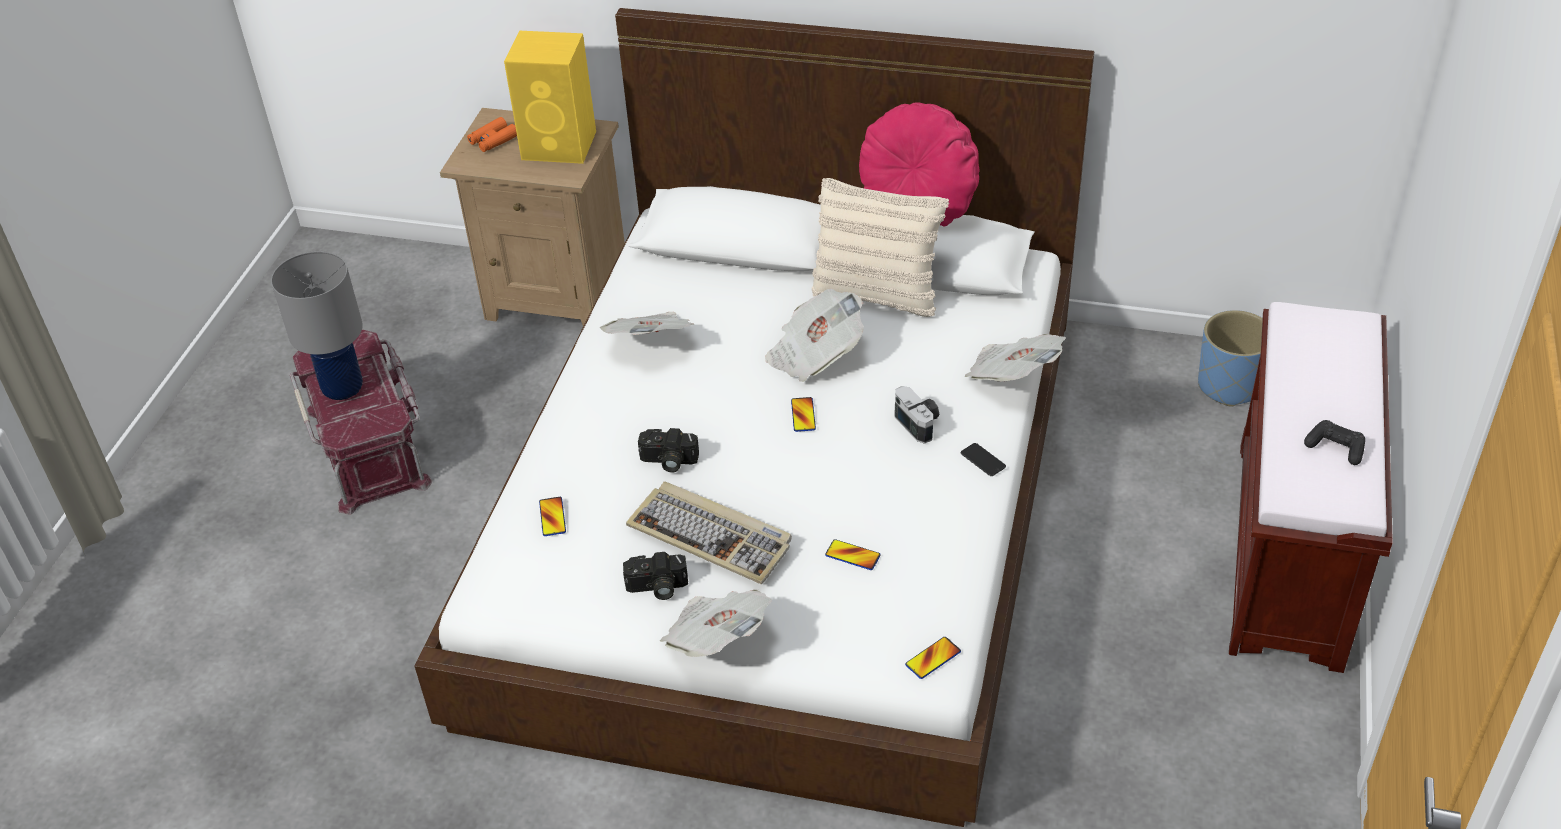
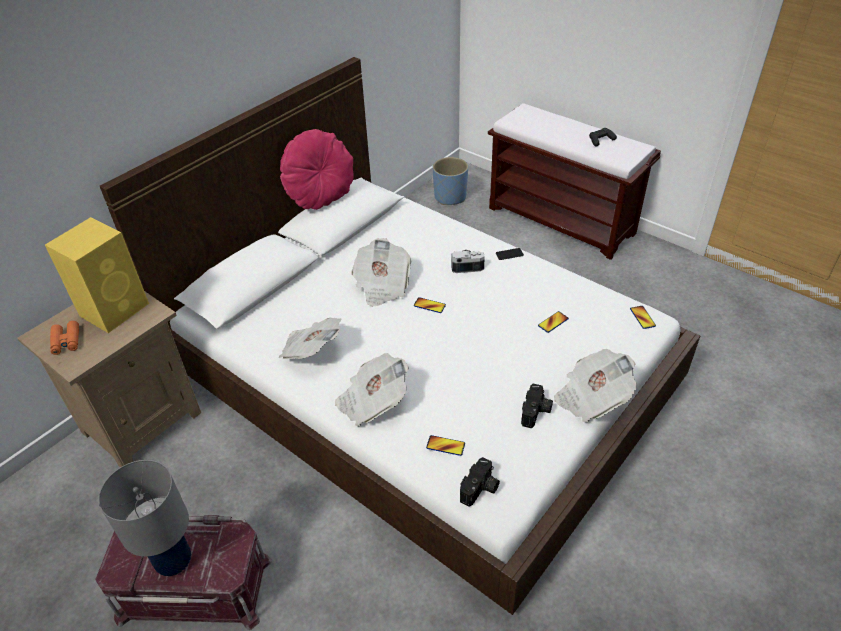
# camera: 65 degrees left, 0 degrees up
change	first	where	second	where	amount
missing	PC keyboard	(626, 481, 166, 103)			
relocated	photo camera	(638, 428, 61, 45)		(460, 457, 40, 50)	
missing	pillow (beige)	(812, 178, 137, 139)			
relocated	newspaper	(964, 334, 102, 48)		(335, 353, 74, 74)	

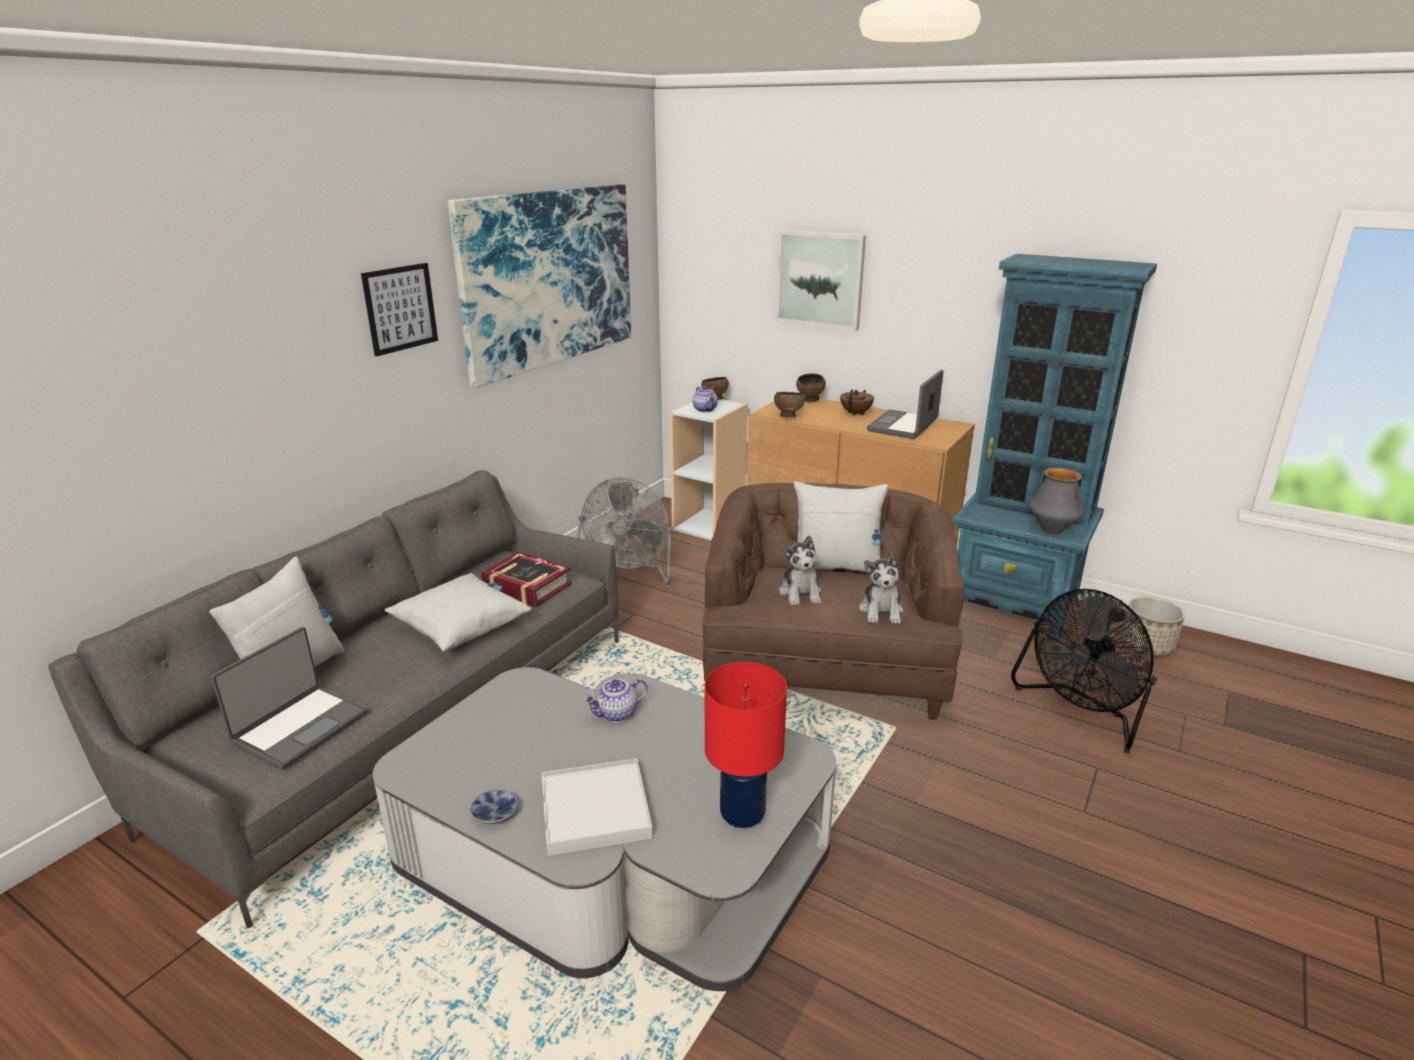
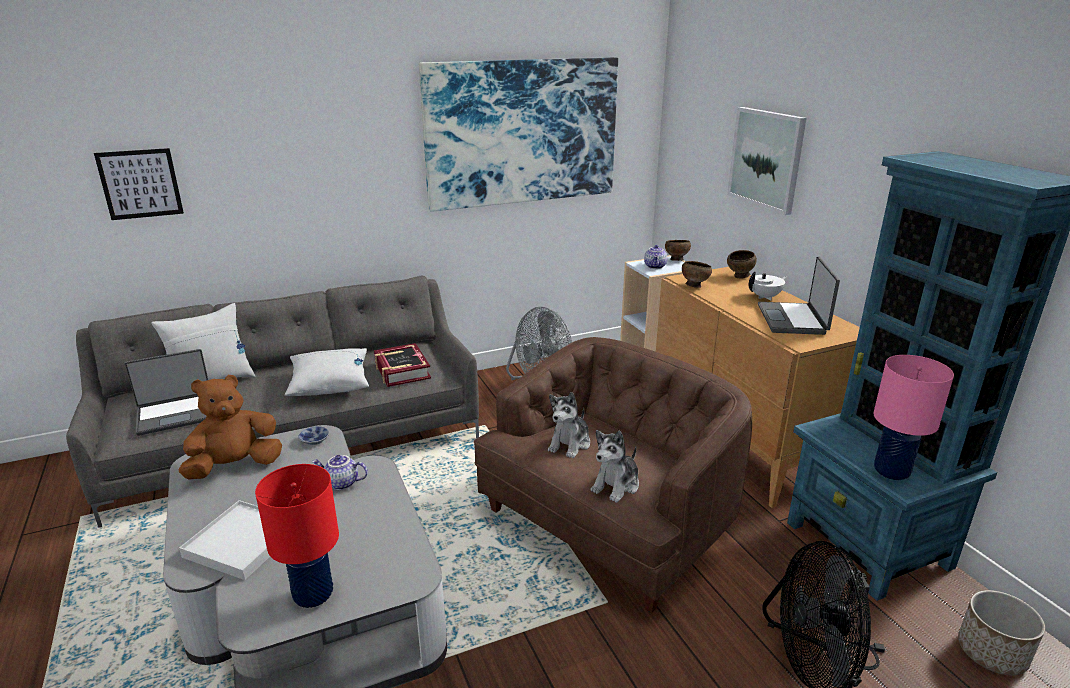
# camera: 35 degrees right, 0 degrees up
change	first	where	second	where	amount
relocated	wall art	(361, 263, 77, 93)		(94, 148, 90, 72)	
relocated	deep dish	(470, 789, 48, 35)		(298, 426, 31, 19)	
missing	pillow (grey)	(794, 481, 94, 91)			
colour	tea pot (brown-coloured)	(840, 389, 34, 27)	tea pot (white-coloured)	(749, 272, 38, 28)	
spun	notebook computer	(867, 370, 77, 69)		(758, 256, 82, 79)	60 degrees counterclockwise
exchanged	decorative vase	(1029, 468, 56, 66)	tabletop lamp (pink-coloured)	(873, 355, 81, 125)	
appeared			plush toy (brown-coloured)	(178, 375, 104, 104)	

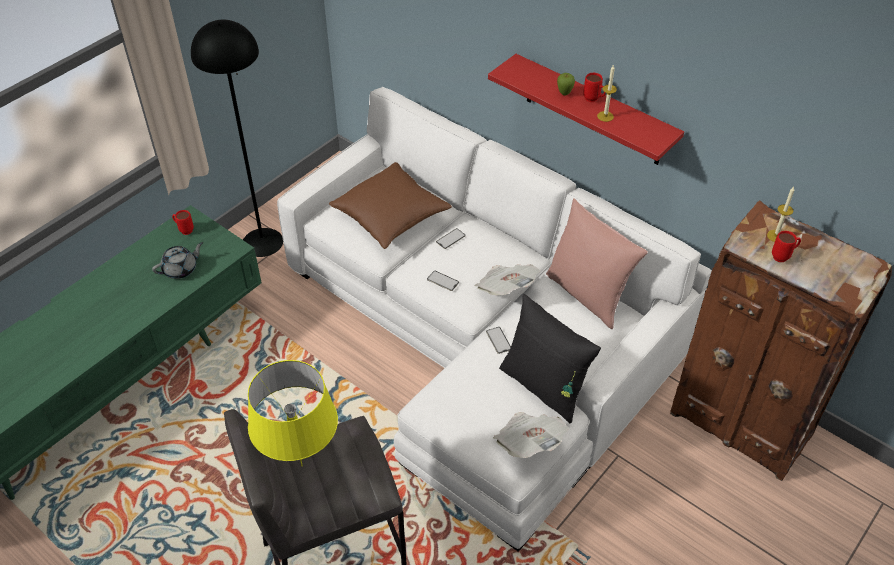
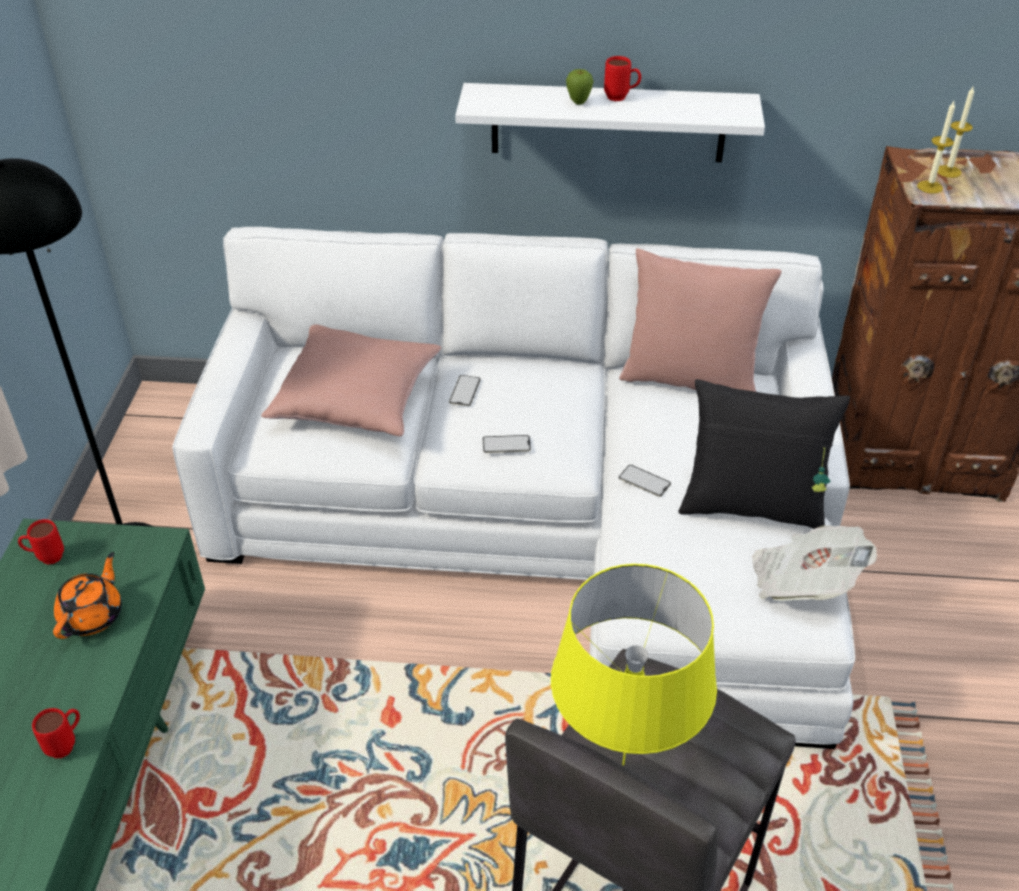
# camera: 35 degrees left, 5 degrees down
change	first	where	second	where	amount
colour	tea pot (grey)	(152, 242, 51, 37)	tea pot (orange)	(53, 552, 69, 87)	
colour	pillow (brown-coloured)	(329, 162, 123, 87)	pillow (pink-coloured)	(261, 324, 180, 113)	
missing	newspaper	(474, 264, 67, 31)			
colour	shelf (reddish)	(488, 54, 196, 111)	shelf (white-coloured)	(455, 83, 310, 79)	
relocated	candle	(597, 64, 20, 58)		(917, 101, 38, 93)	
relocated	mug (reddish)	(772, 231, 29, 31)		(32, 708, 48, 50)	

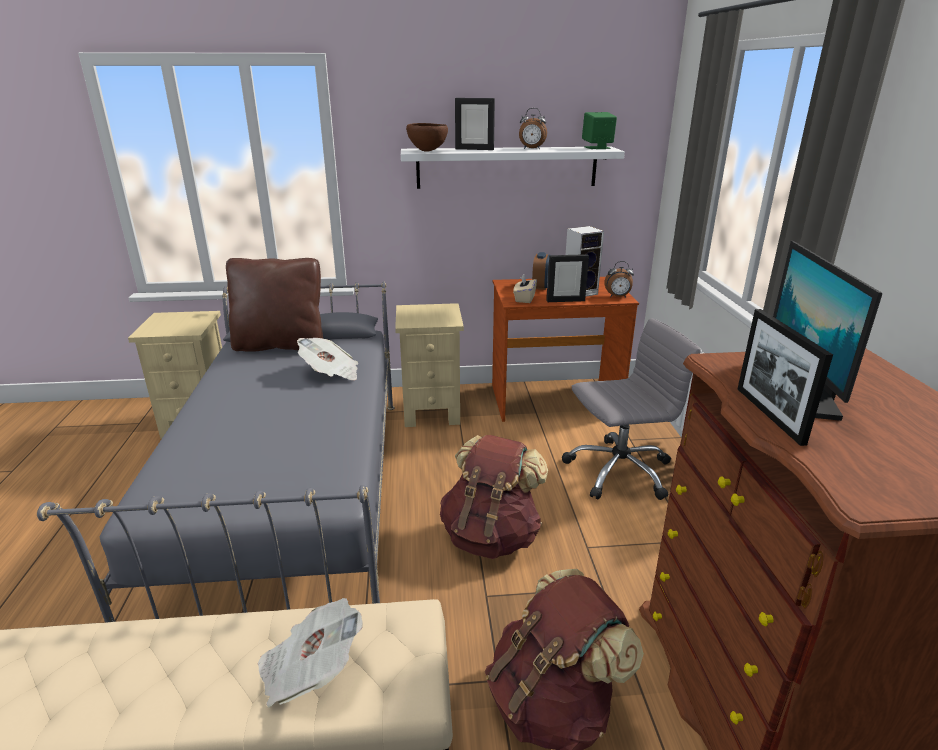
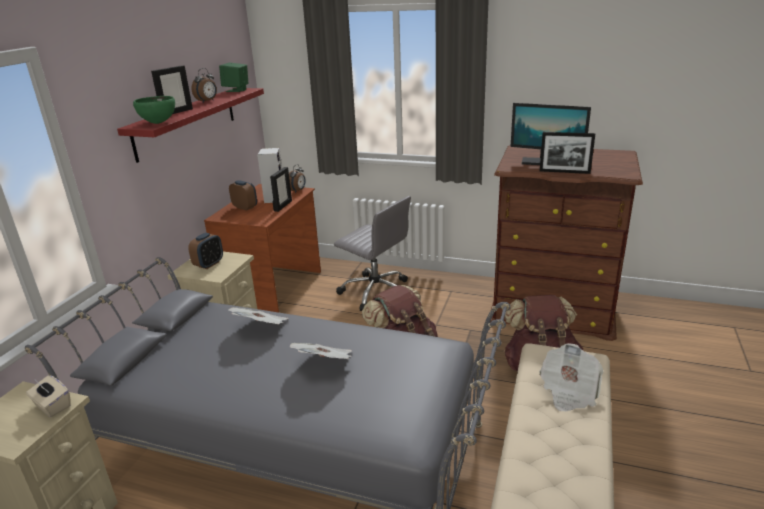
# camera: 65 degrees left, 0 degrees up
change	first	where	second	where	amount
missing	pillow (brown-coloured)	(226, 258, 97, 93)			
colour	shelf (white-coloured)	(401, 147, 224, 42)	shelf (reddish)	(117, 88, 147, 75)	
colour	deep dish (brown-coloured)	(406, 123, 42, 29)	deep dish (green-coloured)	(133, 96, 42, 28)	
relocated	tissue holder (beige)	(513, 274, 24, 29)		(26, 375, 45, 42)	
spun	computer chair (grey)	(562, 318, 139, 182)		(334, 196, 77, 115)	120 degrees clockwise
appeared			alarm clock	(188, 233, 35, 36)	
appeared			newspaper	(290, 343, 62, 16)	

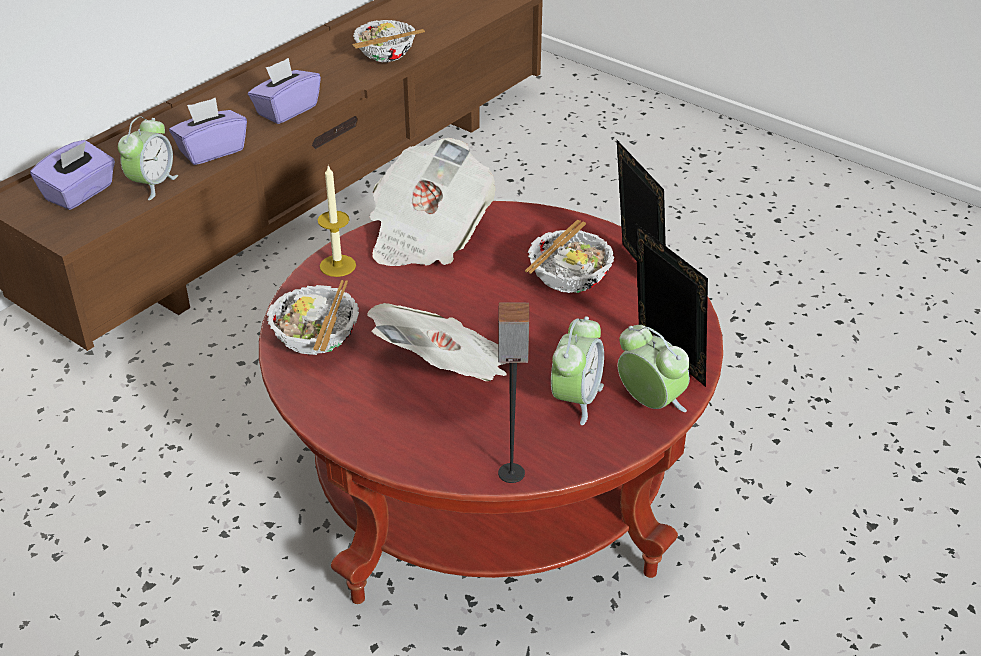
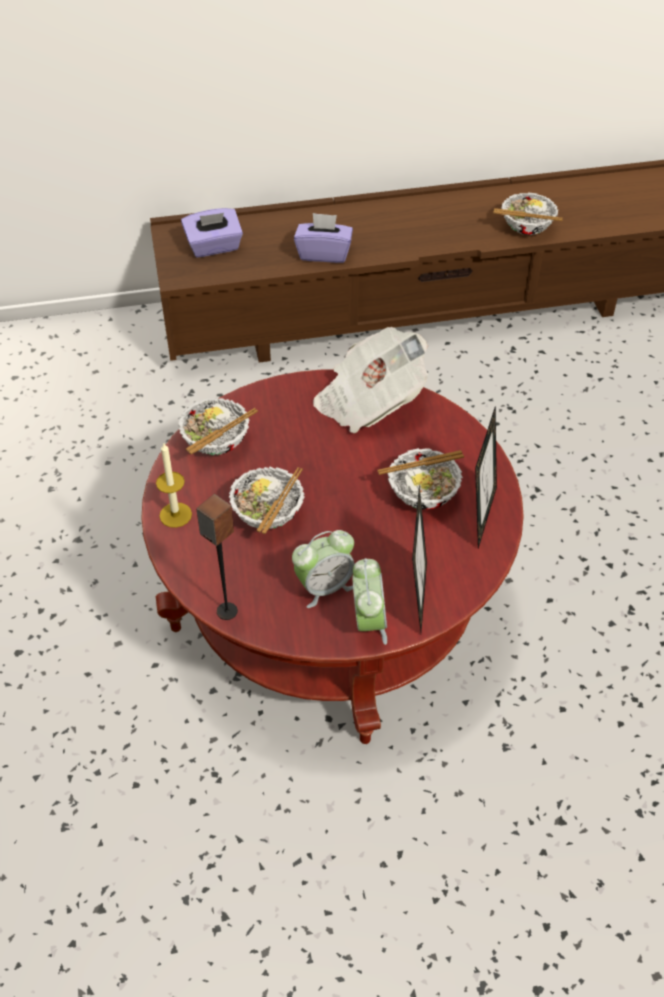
# camera: 40 degrees right, 10 degrees up
change	first	where	second	where	amount
missing	alarm clock	(118, 117, 60, 83)			
missing	tissue holder (purple)	(248, 58, 73, 66)			
relocated	candle	(318, 165, 38, 112)		(156, 442, 36, 86)	
exchanged	newspaper	(367, 303, 140, 78)	deep dish	(229, 467, 75, 67)	

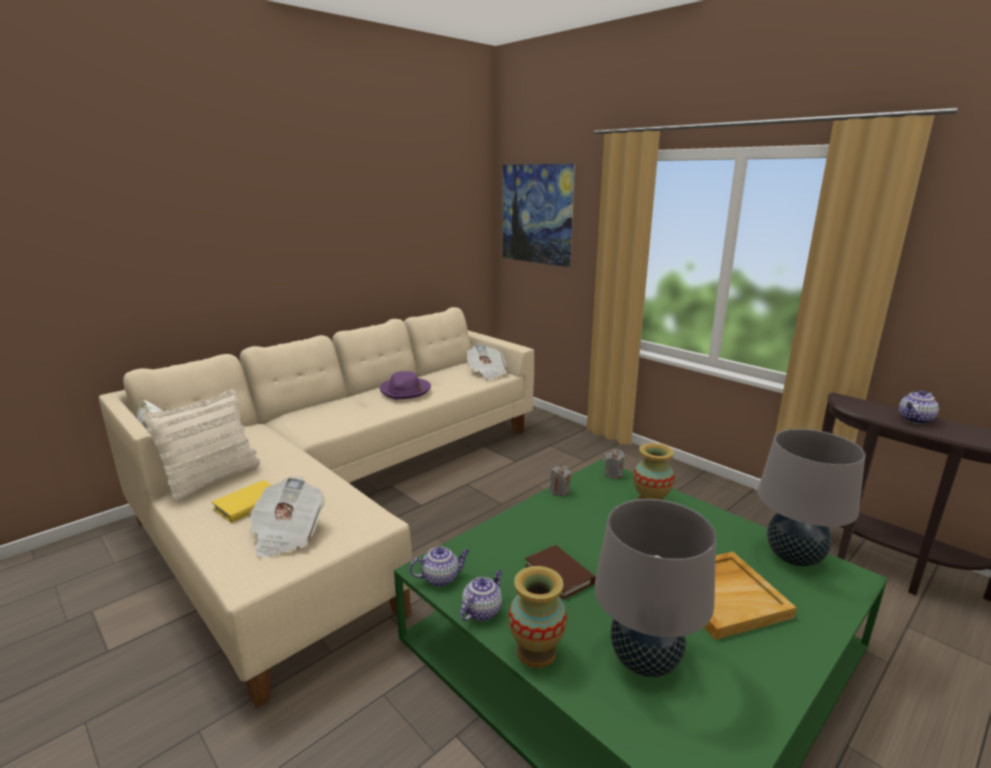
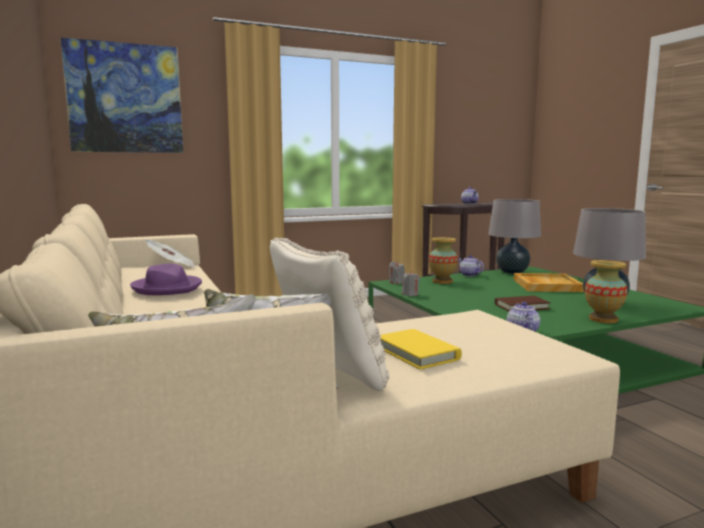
# camera: 70 degrees left, 10 degrees down
change	first	where	second	where	amount
missing	newspaper	(249, 477, 76, 81)			
relocated	tea pot	(460, 570, 42, 51)		(458, 255, 26, 22)	

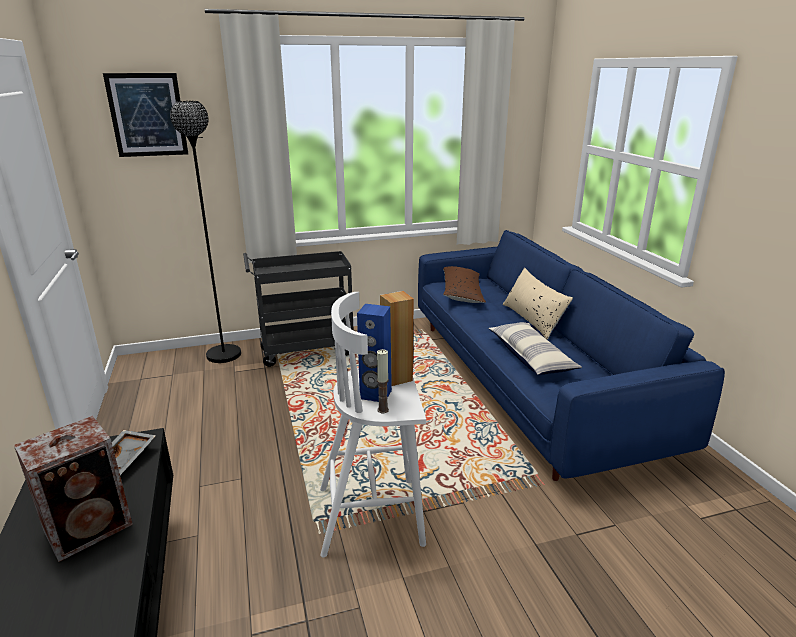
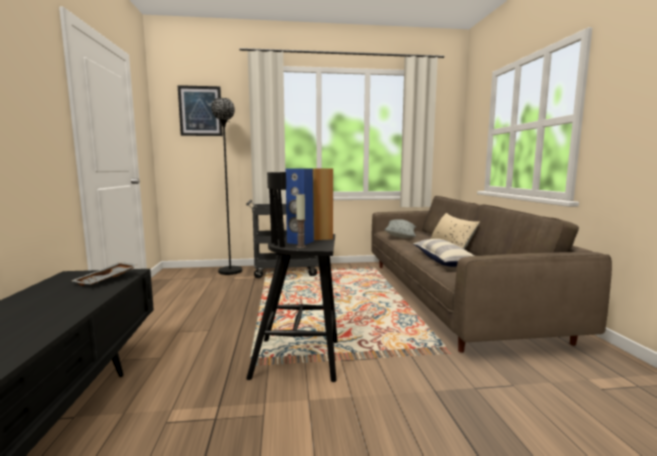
# camera: 10 degrees right, 15 degrees down
change	first	where	second	where	amount
missing	audio speaker	(14, 416, 119, 146)			
colour	sitting stool (white-coloured)	(320, 292, 106, 265)	sitting stool (blackish)	(246, 172, 92, 210)	
colour	settee (blue-coloured)	(418, 230, 307, 251)	settee (brown-coloured)	(371, 196, 241, 157)	
colour	pillow (brown-coloured)	(443, 266, 43, 37)	pillow (grey)	(384, 219, 32, 19)	

